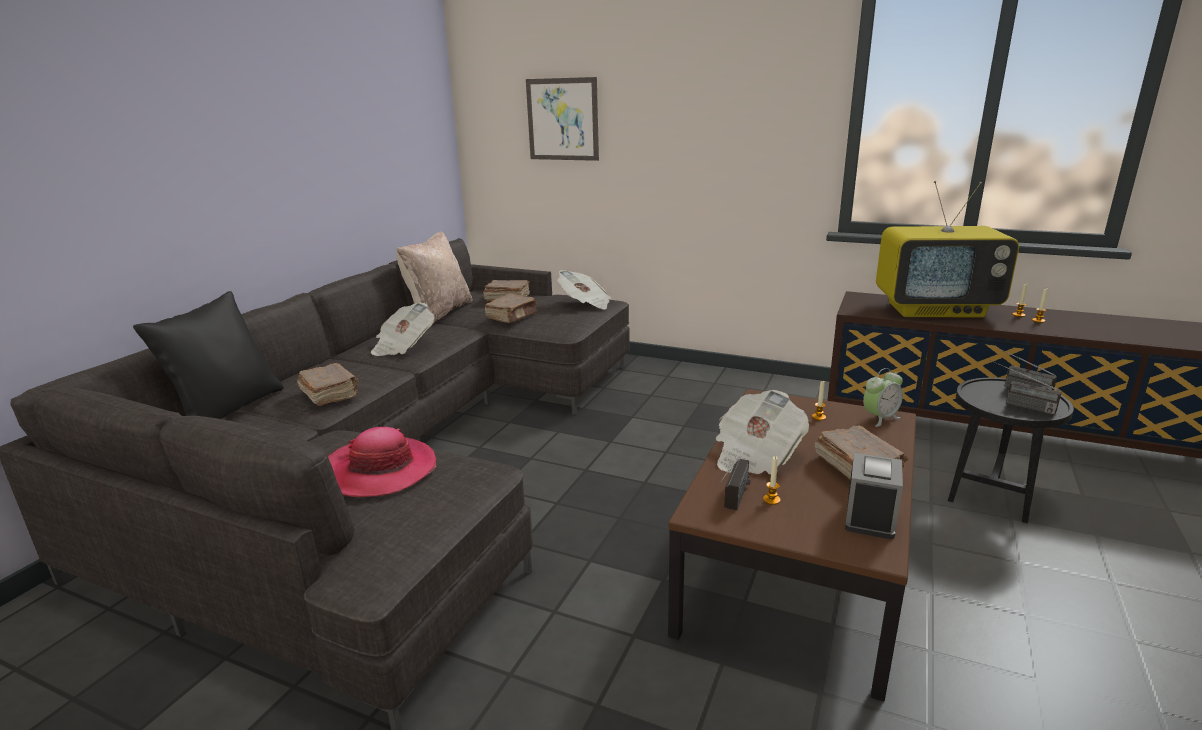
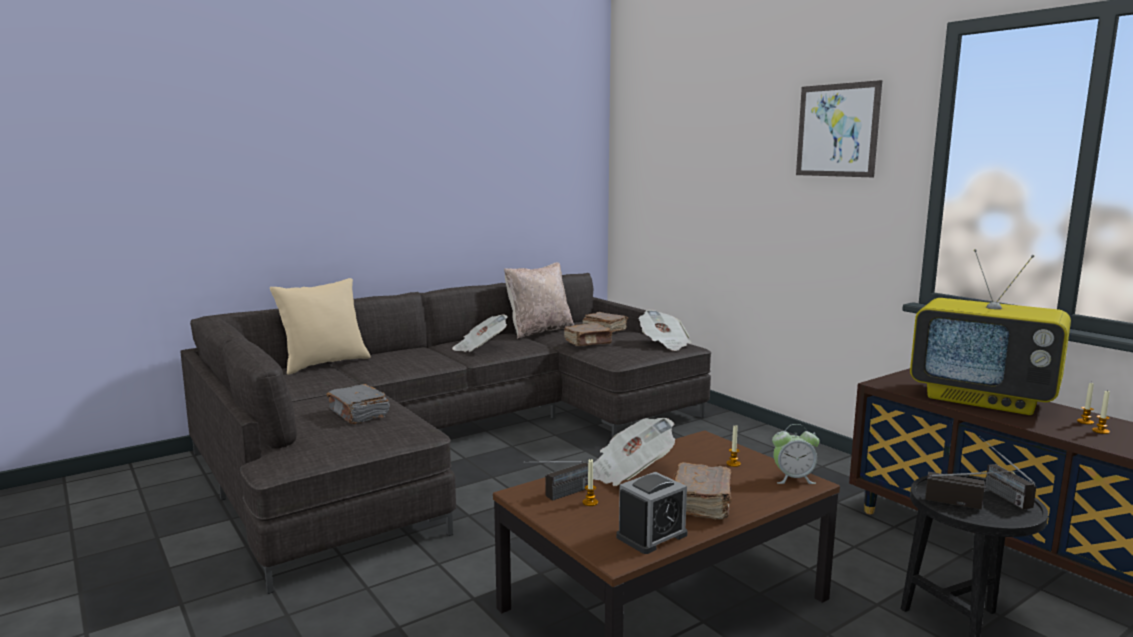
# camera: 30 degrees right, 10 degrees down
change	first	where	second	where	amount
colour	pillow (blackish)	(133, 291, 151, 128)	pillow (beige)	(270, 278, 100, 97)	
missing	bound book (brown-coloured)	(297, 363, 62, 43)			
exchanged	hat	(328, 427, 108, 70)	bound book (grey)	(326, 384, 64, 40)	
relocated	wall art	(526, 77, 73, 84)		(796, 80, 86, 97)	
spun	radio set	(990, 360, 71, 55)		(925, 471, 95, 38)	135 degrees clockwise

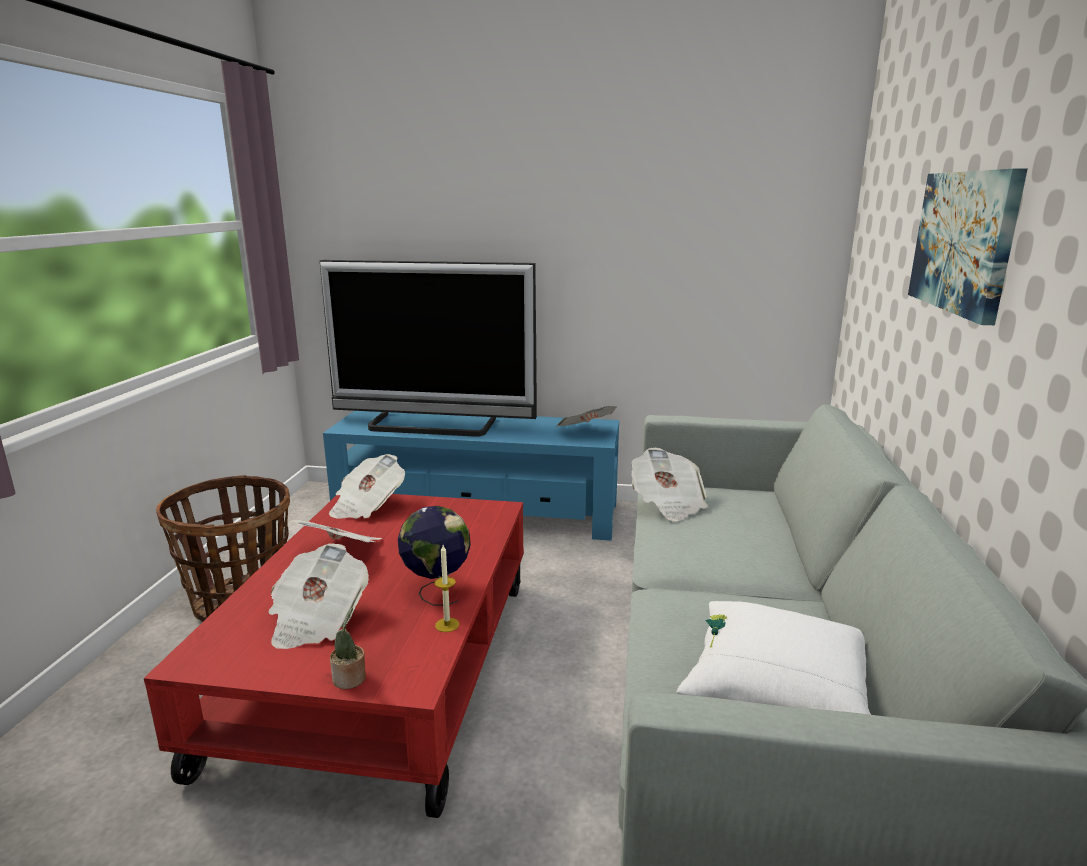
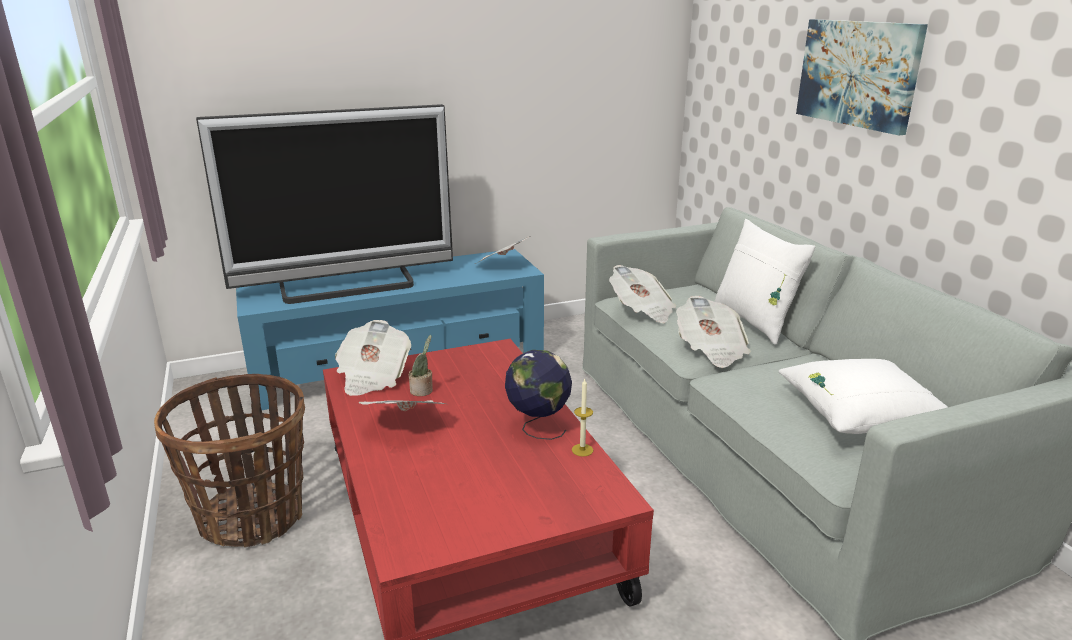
# camera: 30 degrees left, 5 degrees up
change	first	where	second	where	amount
relocated	newspaper	(268, 543, 101, 106)		(676, 296, 75, 72)	
relocated	potted plant	(330, 607, 36, 82)		(409, 335, 24, 61)	
appeared			pillow (white-coloured)	(714, 219, 101, 126)	

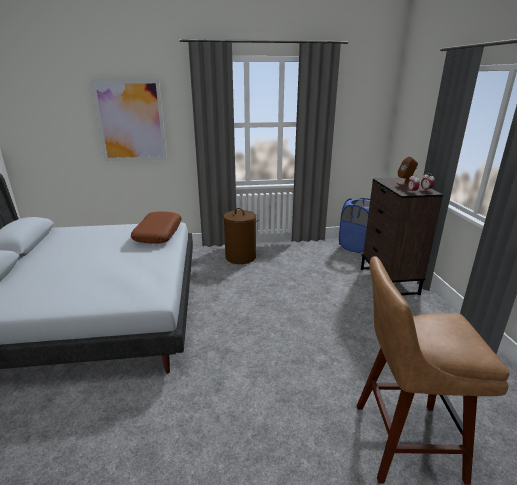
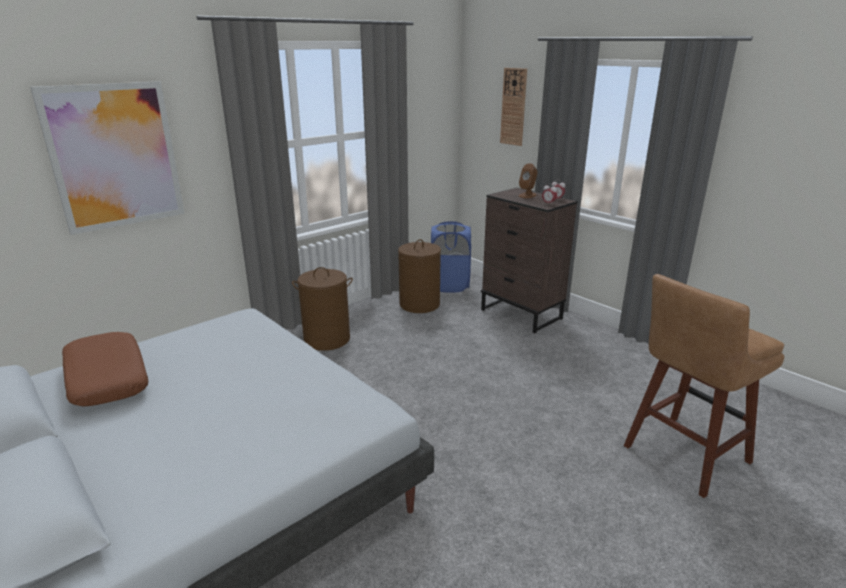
# camera: 35 degrees left, 0 degrees up
change	first	where	second	where	amount
relocated	pillow (brown-coloured)	(131, 211, 51, 33)		(62, 332, 86, 75)	
appeared			hamper (brown-coloured)	(398, 239, 43, 74)	
appeared			hanging clock	(500, 68, 27, 78)	

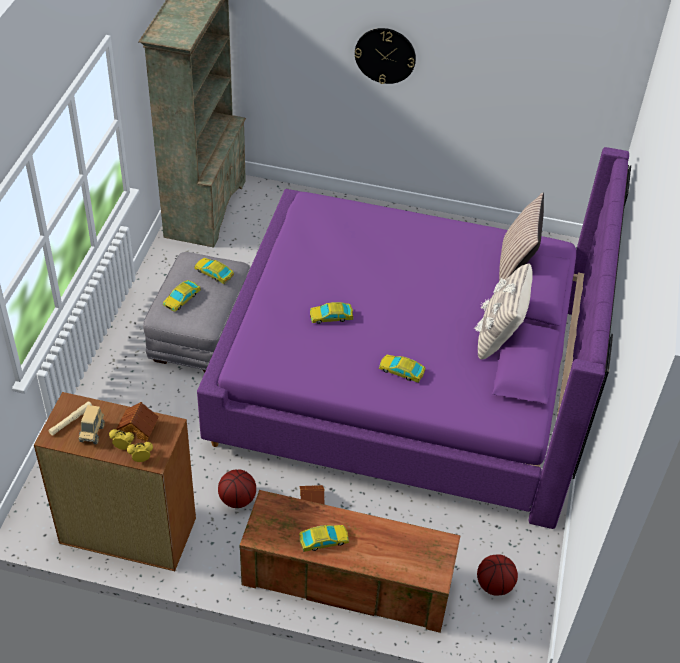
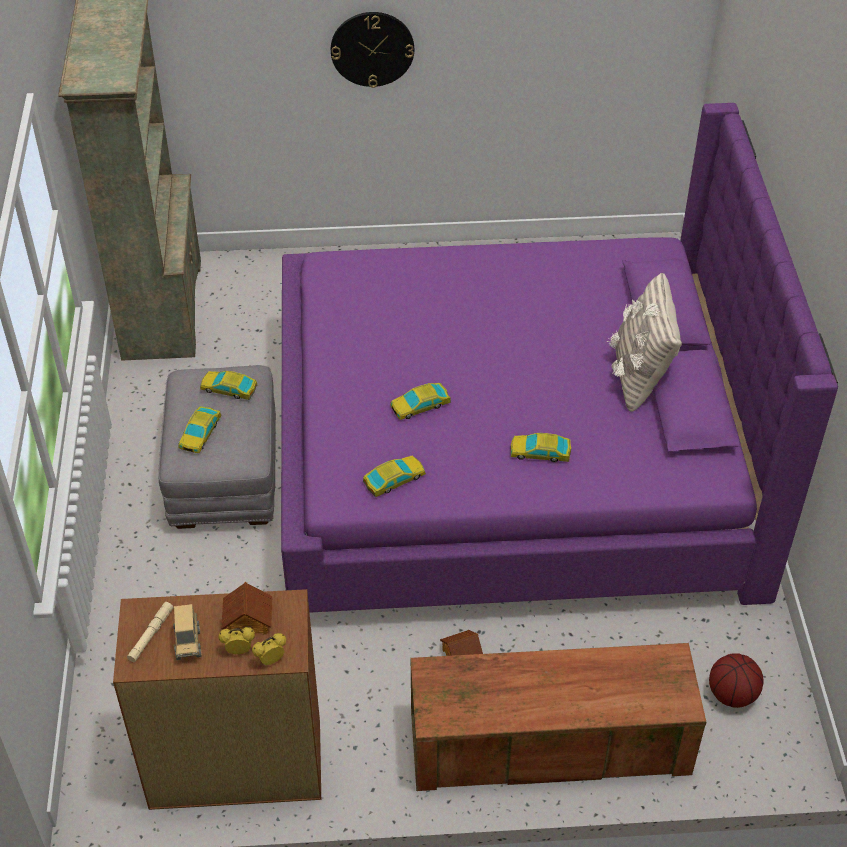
# camera: 15 degrees left, 0 degrees up
change	first	where	second	where	amount
missing	basketball ball	(218, 469, 38, 39)			
relocated	model car	(299, 525, 50, 27)		(363, 456, 63, 41)	
missing	pillow	(499, 193, 45, 88)			

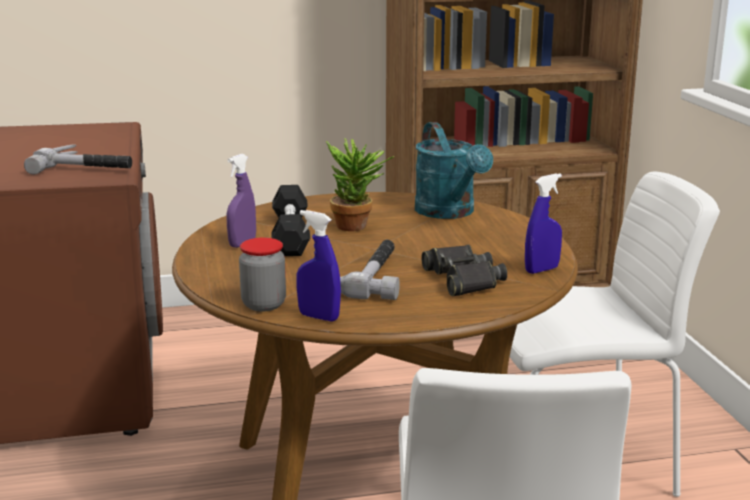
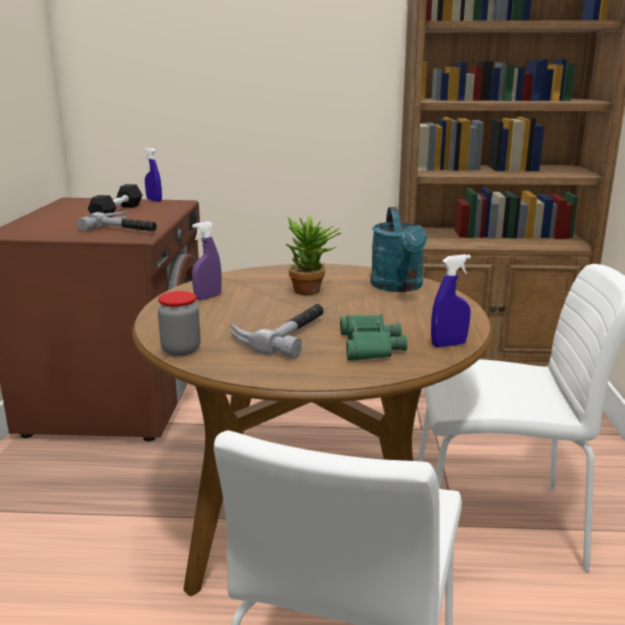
# camera: 15 degrees right, 0 degrees up
change	first	where	second	where	amount
relocated	hand weight (blackish)	(271, 185, 39, 71)		(88, 184, 54, 33)	
relocated	hand sprayer (blue-coloured)	(296, 210, 45, 112)		(144, 147, 18, 55)	
colour	field glasses (blackish)	(421, 245, 86, 51)	field glasses (green-coloured)	(340, 315, 67, 46)	

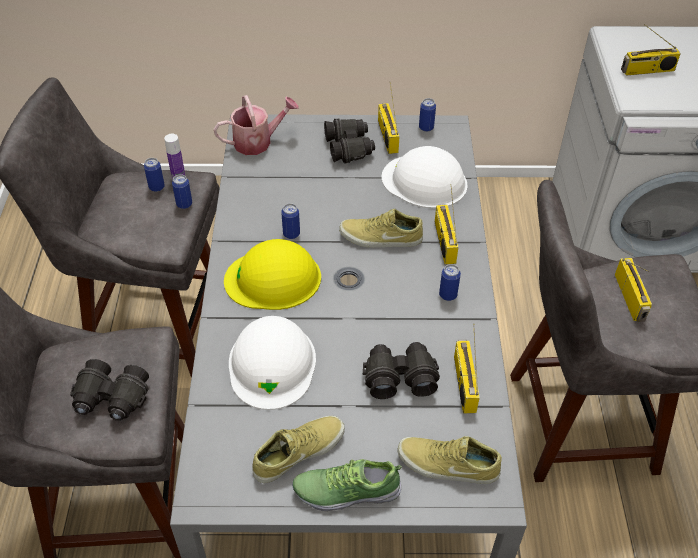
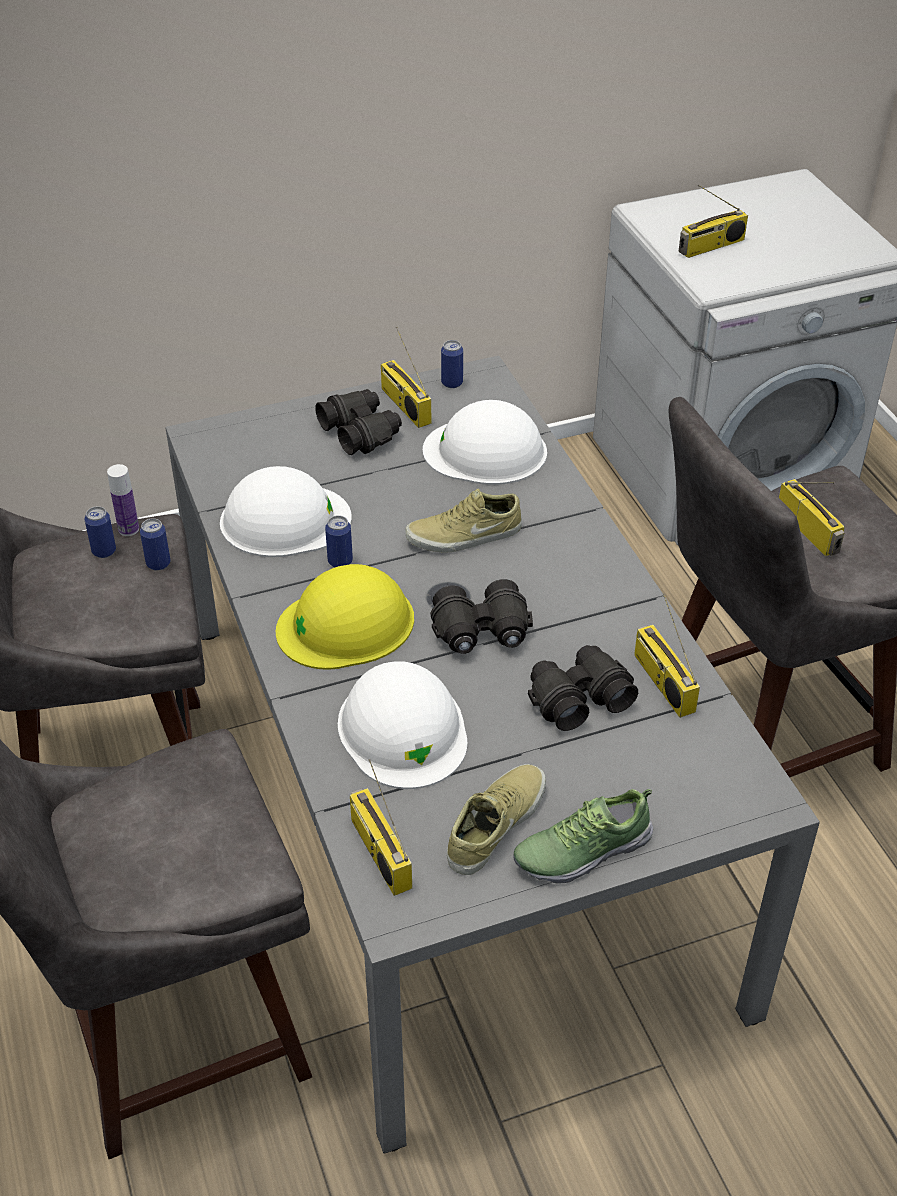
# camera: 20 degrees left, 5 degrees down
change	first	where	second	where	amount
relocated	field glasses (blackish)	(70, 359, 79, 62)		(430, 579, 103, 75)	
missing	sprinkling can	(214, 95, 85, 60)			
missing	low shoe (beige)	(397, 436, 105, 48)			
relocated	radio set	(435, 184, 24, 80)		(350, 759, 62, 137)	
missing	sealed can	(439, 264, 22, 37)			
appeared			safety helmet (white-coloured)	(220, 466, 132, 91)	

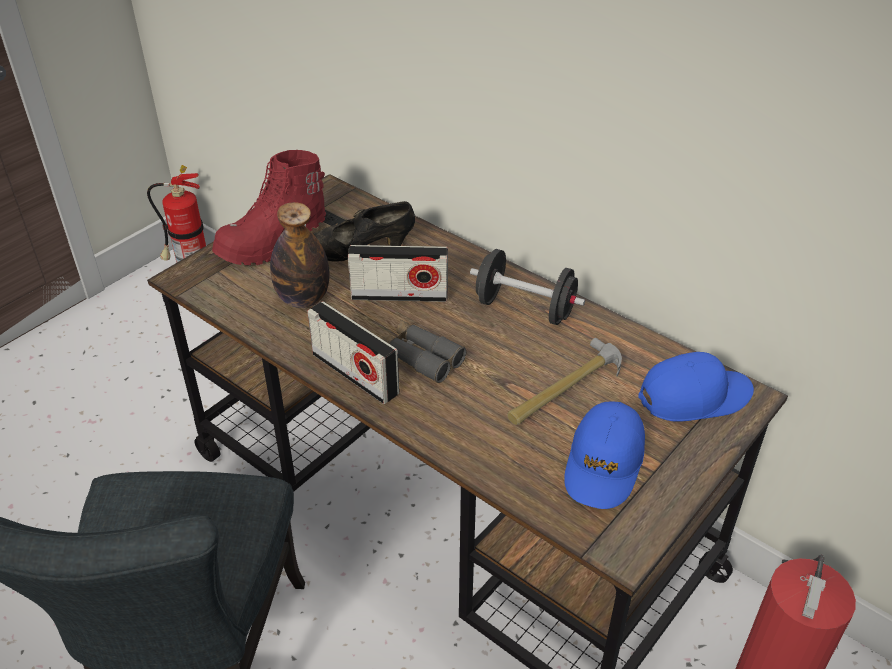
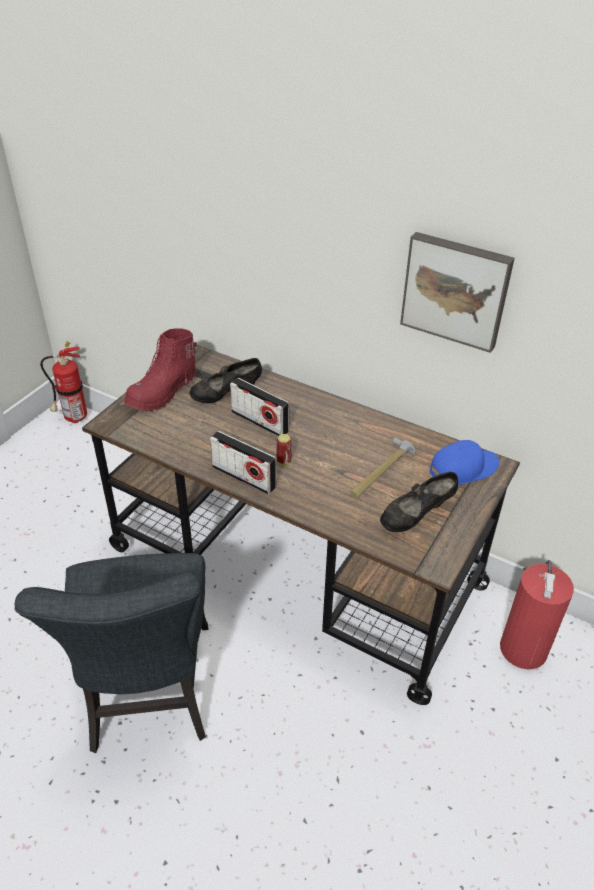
# camera: 10 degrees left, 0 degrees up
change	first	where	second	where	amount
missing	drink bottle	(270, 202, 59, 106)			
spun	radio set	(348, 245, 100, 57)		(230, 378, 59, 58)	45 degrees clockwise
exchanged	field glasses (grey)	(379, 320, 87, 63)	sealed can	(277, 434, 15, 31)	
missing	hand weight (blackish)	(470, 249, 115, 76)			
exchanged	peaked cap (blue-coloured)	(564, 401, 81, 108)	low shoe (blackish)	(380, 472, 78, 60)	
appeared			wall art	(400, 232, 115, 121)	

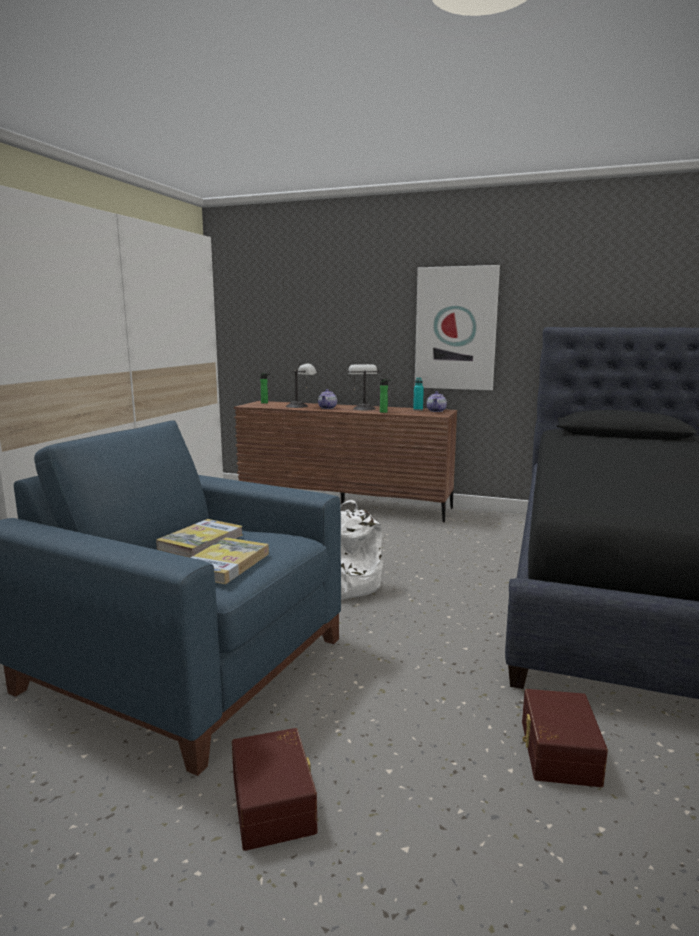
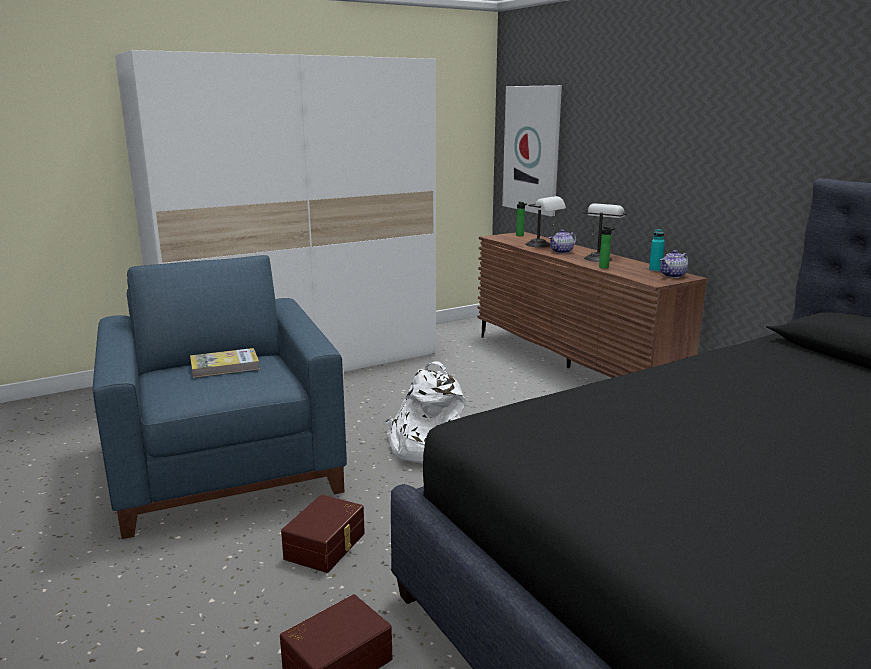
# camera: 40 degrees right, 5 degrees up
change	first	where	second	where	amount
missing	bound book	(190, 537, 79, 47)			
relocated	storage box (brown-coloured)	(232, 728, 85, 123)		(281, 495, 84, 78)	
relocated	wall art	(415, 265, 85, 125)		(502, 85, 60, 131)	

